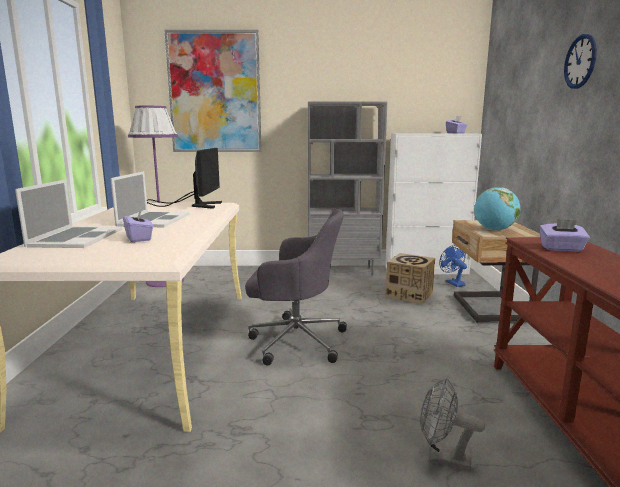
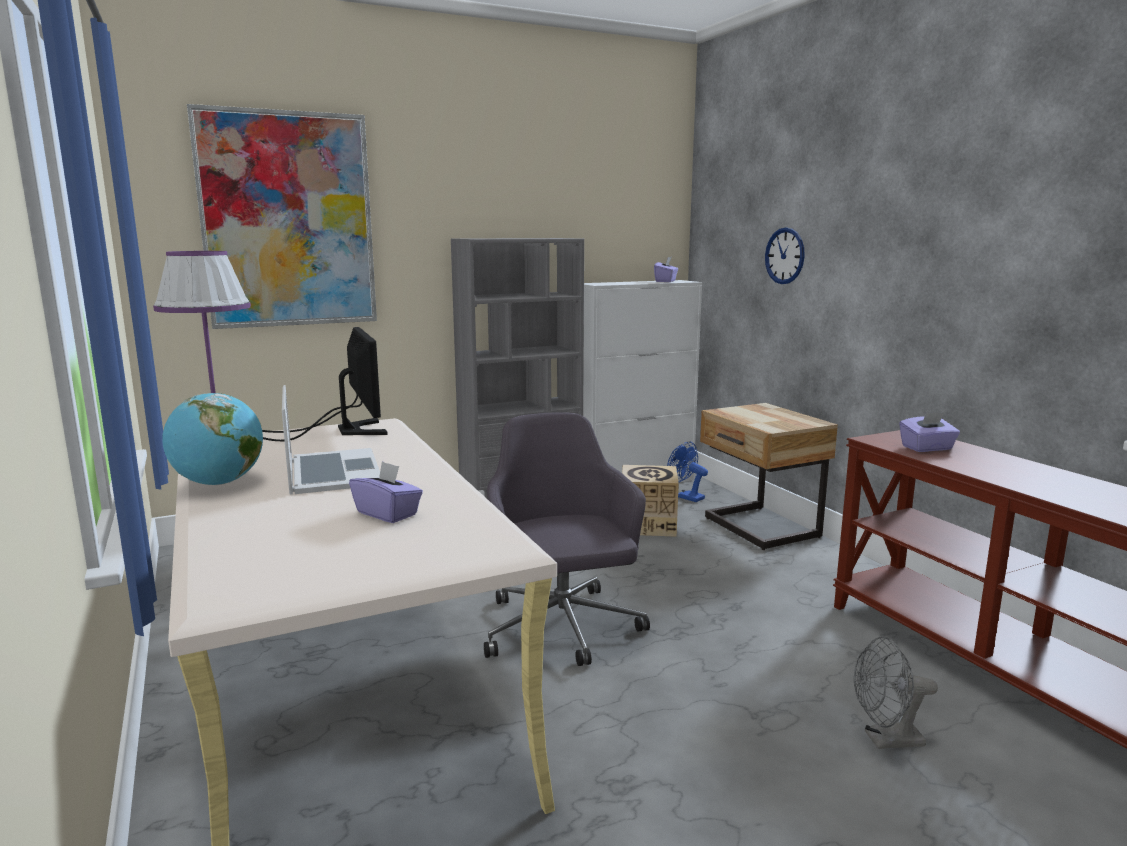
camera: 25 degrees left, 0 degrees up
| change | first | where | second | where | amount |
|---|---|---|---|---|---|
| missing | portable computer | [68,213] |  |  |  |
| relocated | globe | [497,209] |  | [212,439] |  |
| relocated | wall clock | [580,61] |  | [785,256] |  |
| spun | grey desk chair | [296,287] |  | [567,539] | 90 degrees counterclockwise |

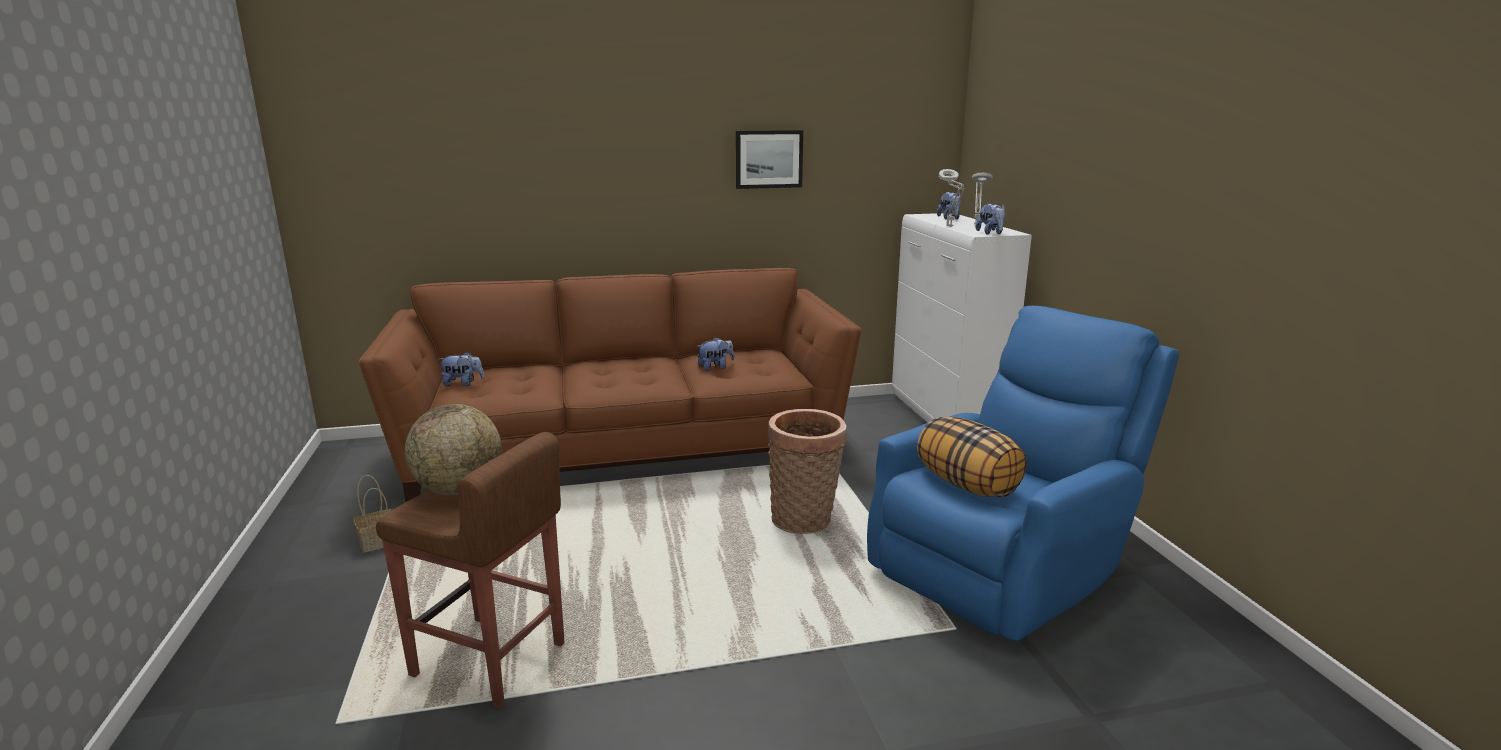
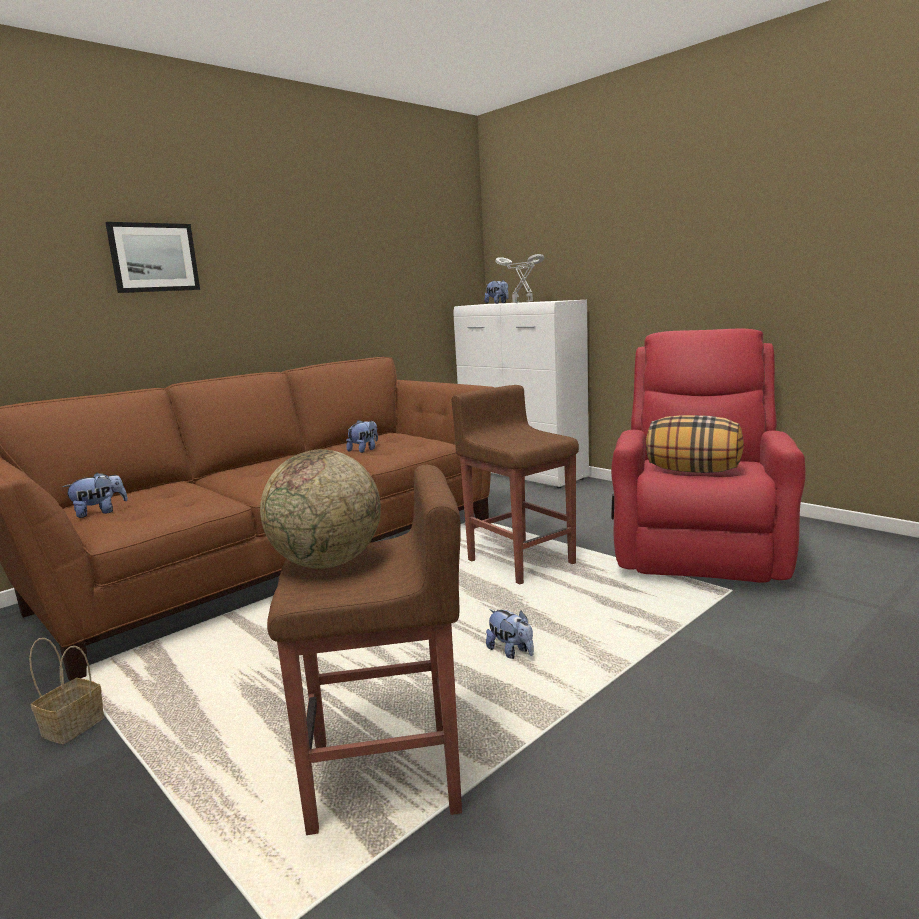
camera: 30 degrees left, 5 degrees down
| change | first | where | second | where | amount |
|---|---|---|---|---|---|
| relocated | picture | [769,159] |  | [152,257] |  |
| relocated | soft toy | [990,219] |  | [510,634] |  |
| exchanged | storage basket | [807,471] | brownish stool seat | [515,484] |  |
| colour | blue-coloured armchair | [1023,473] | red-coloured armchair | [708,456] |  |

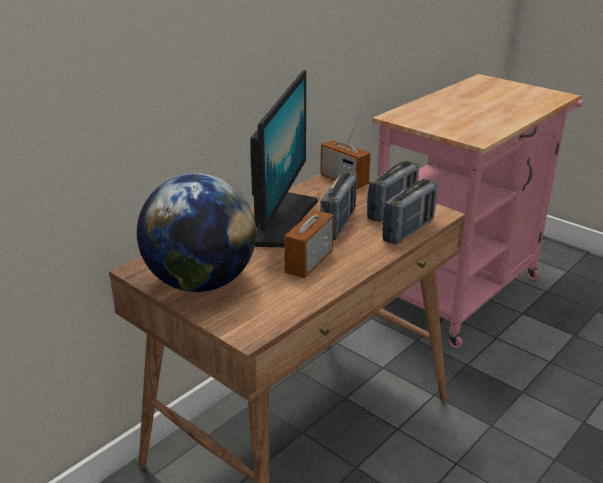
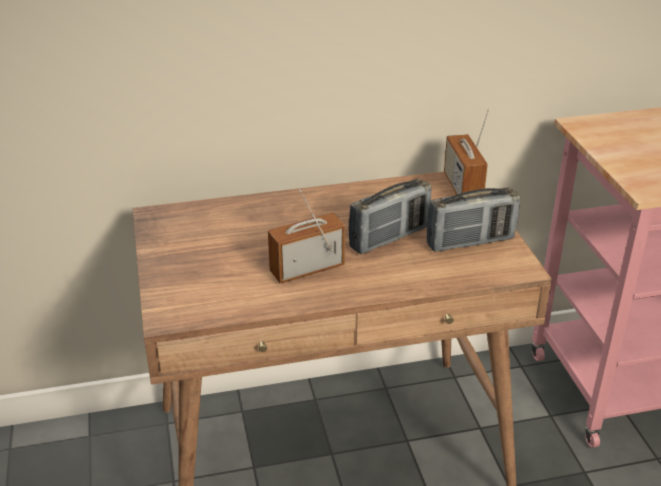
camera: 35 degrees right, 5 degrees up
| change | first | where | second | where | amount |
|---|---|---|---|---|---|
| missing | globe | [196,232] |  |  |  |
| missing | computer screen | [284,158] |  |  |  |
| missing | radio | [410,212] |  |  |  |

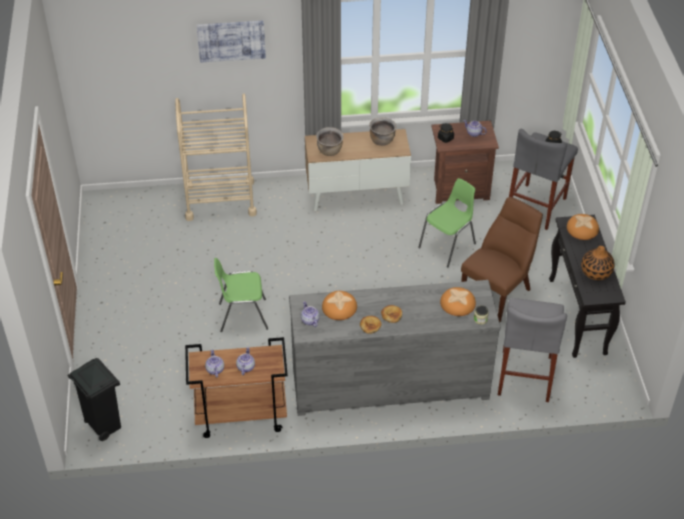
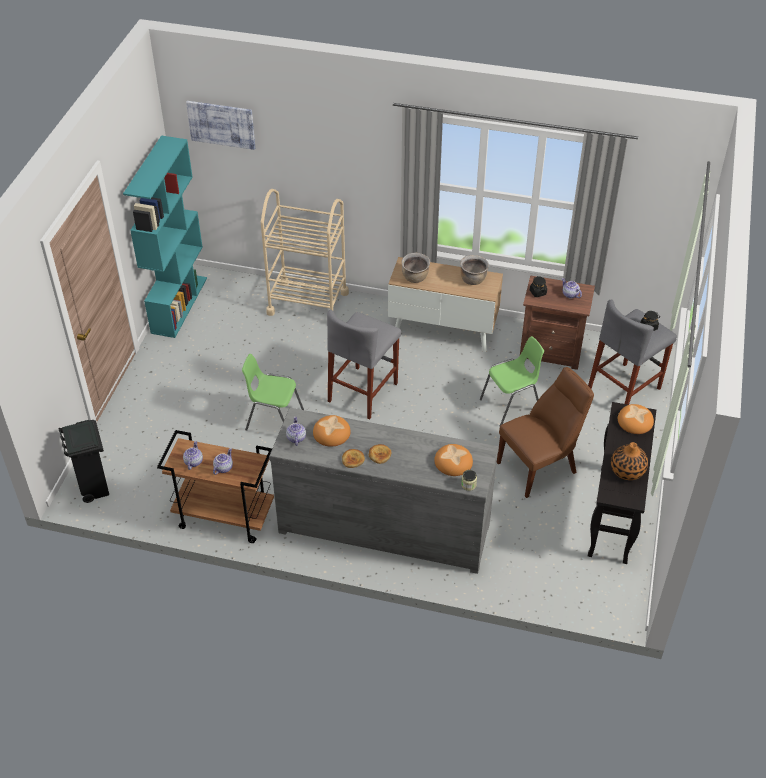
camera: 20 degrees right, 0 degrees up
| change | first | where | second | where | amount |
|---|---|---|---|---|---|
| appeared |  |  | turquoise-coloured bookshelf | [165,237] |  |
| relocated | picture | [231,41] |  | [220,125] |  |
| relocated | grey stool seat | [532,350] |  | [364,365] |  |

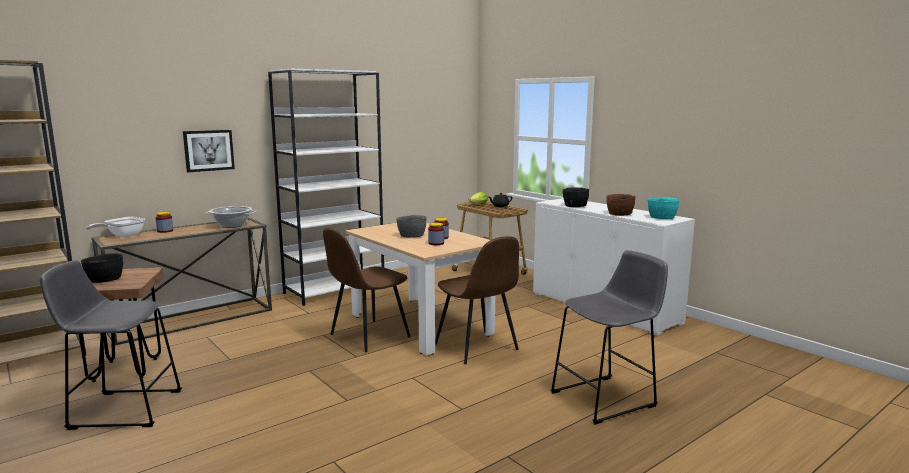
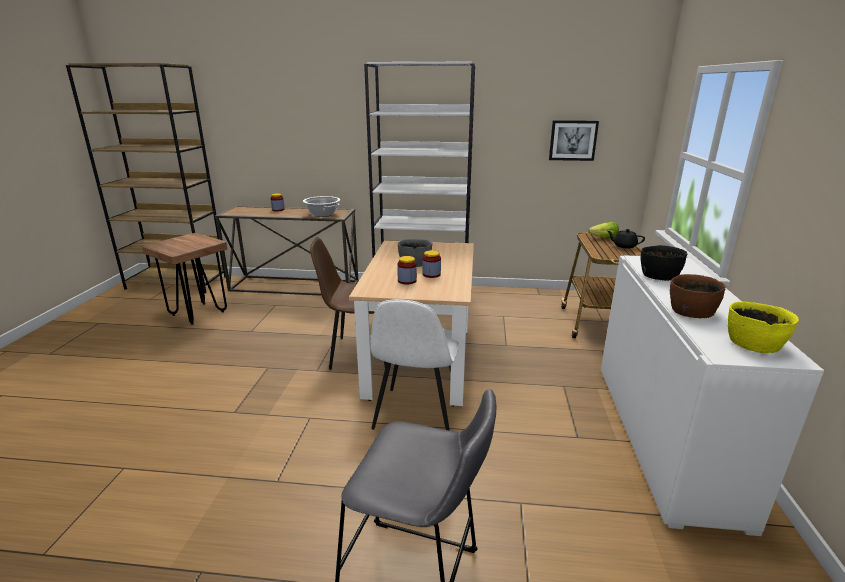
camera: 45 degrees right, 10 degrees up
| change | first | where | second | where | amount |
|---|---|---|---|---|---|
| missing | grey stool seat | [111,345] |  |  |  |
| missing | blackish deep dish | [102,268] |  |  |  |
| missing | pan | [115,227] |  |  |  |
| relocated | picture | [209,151] |  | [574,140] |  |
| colour | brownish upright chair | [477,300] | white-coloured upright chair | [414,365] |  |
| colour | turquoise-coloured deep dish | [663,208] | yellow-coloured deep dish | [763,327] |  |

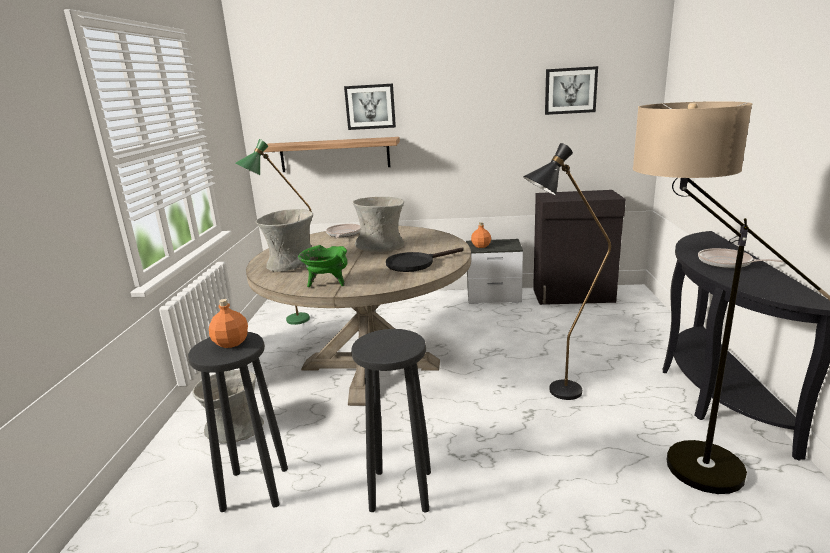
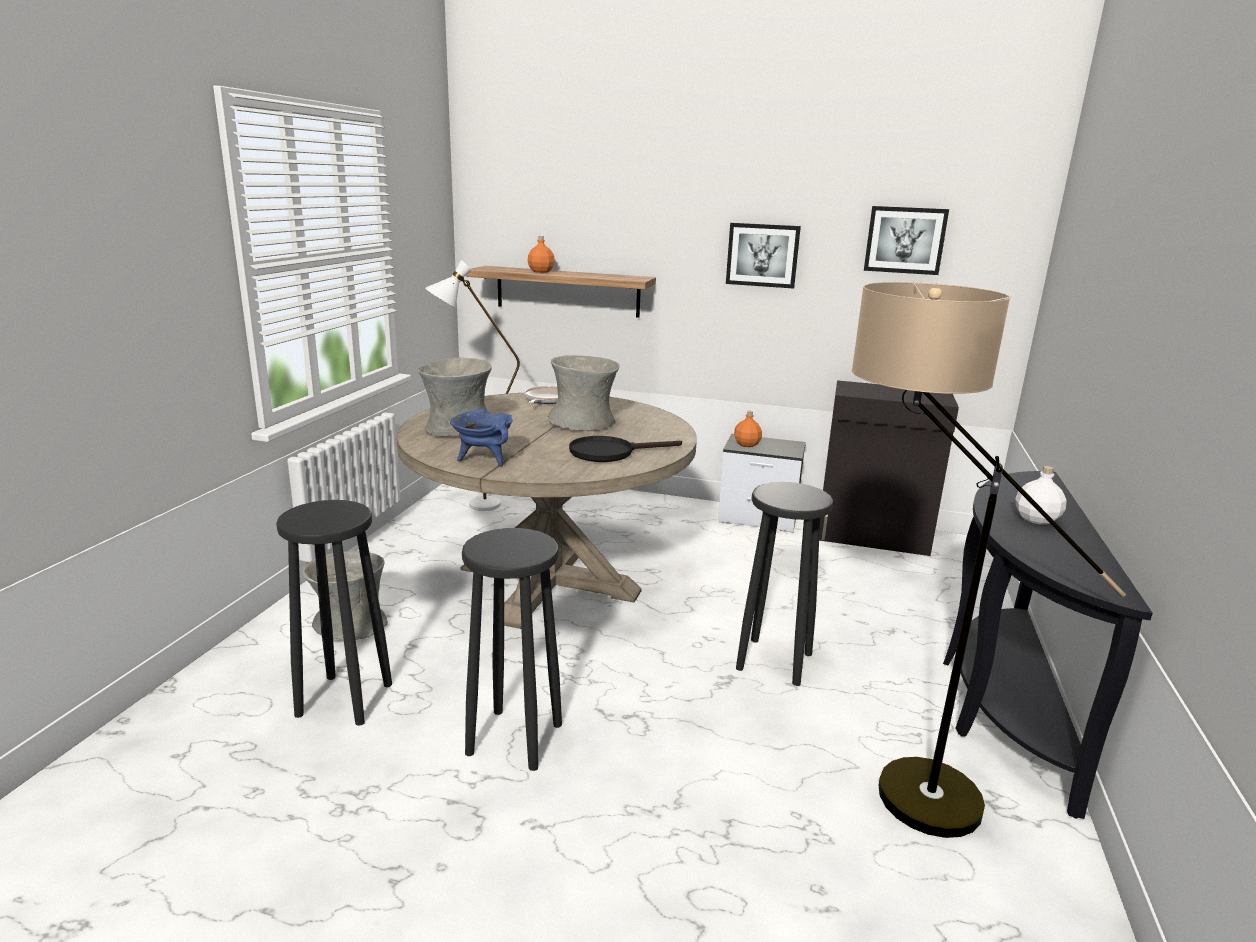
camera: 10 degrees right, 0 degrees up
| change | first | where | second | where | amount |
|---|---|---|---|---|---|
| relocated | orange-coloured bottle | [228,323] |  | [541,254] |  |
| relocated | picture | [370,107] |  | [763,256] |  |
| exchanged | blackish floor lamp | [567,271] | blackish stool seat | [784,584] |  |
| exchanged | pan | [740,258] | white-coloured bottle | [1041,495] |  |
| colour | greenish floor lamp | [273,232] | white-coloured floor lamp | [472,385] |  |
| colour | greenish saucepot | [323,266] | blue-coloured saucepot | [481,438] |  |

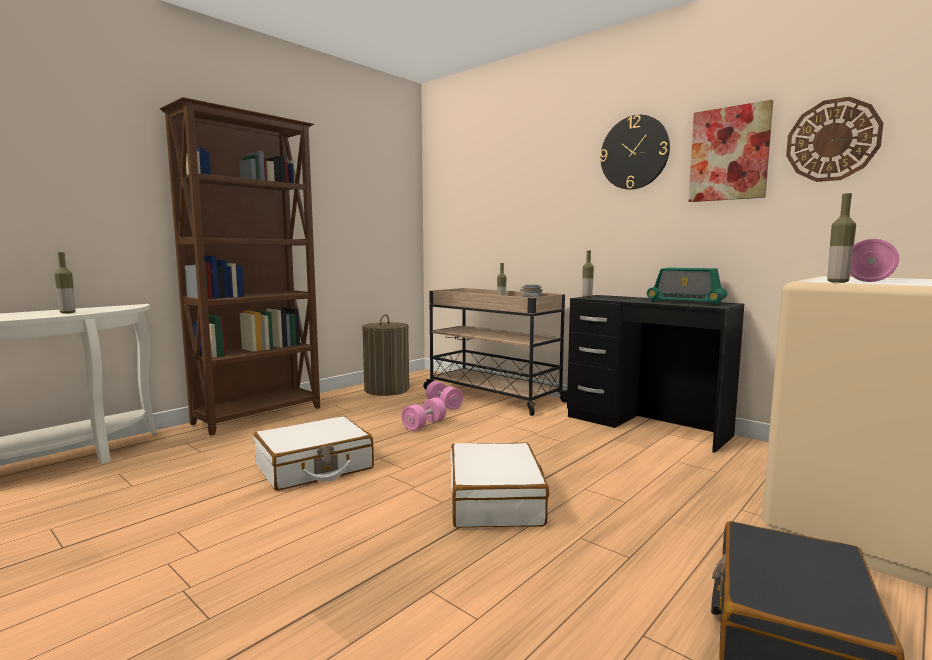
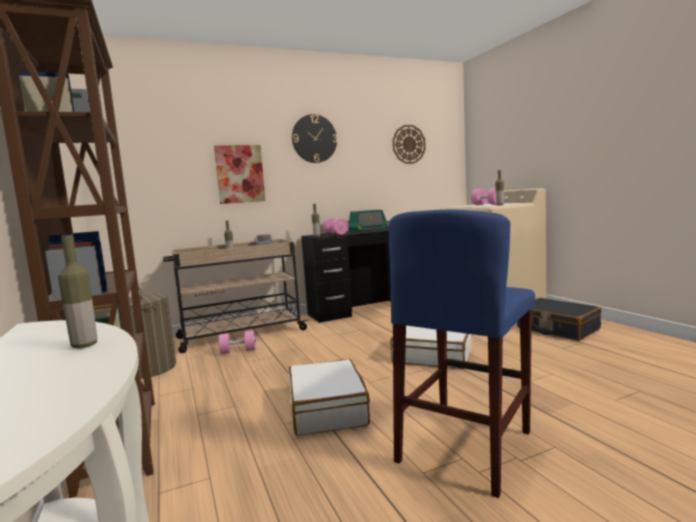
camera: 65 degrees left, 0 degrees up
| change | first | where | second | where | amount |
|---|---|---|---|---|---|
| appeared |  |  | blue-coloured stool seat | [462,353] |  |
| relocated | pink dumbbell | [423,414] |  | [335,226] |  |
| relocated | picture | [730,151] |  | [239,174] |  |

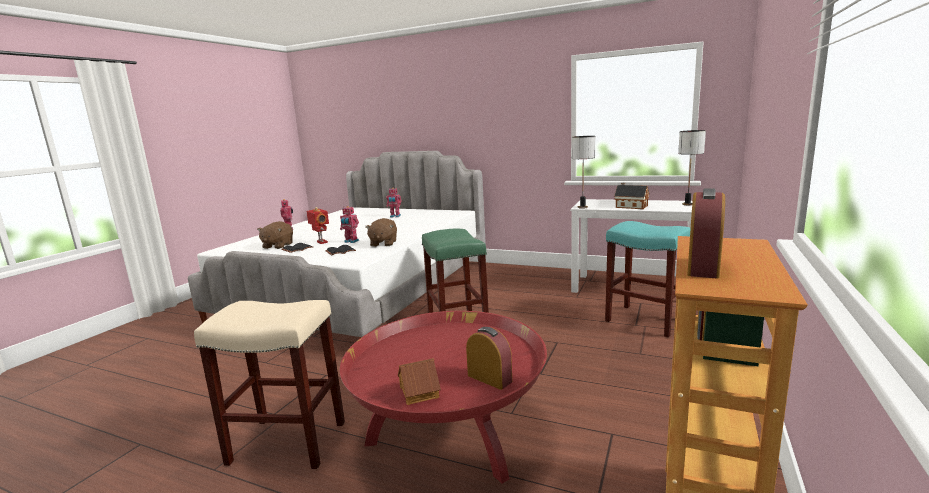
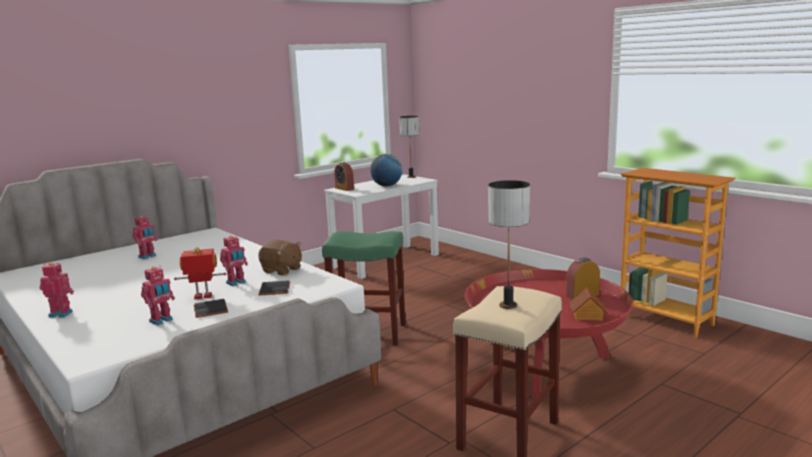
camera: 65 degrees left, 0 degrees up
| change | first | where | second | where | amount |
|---|---|---|---|---|---|
| missing | turquoise-coloured stool seat | [648,279] |  |  |  |
| relocated | table lamp | [583,172] |  | [509,244] |  |
| relocated | alarm clock | [706,233] |  | [344,176] |  |
| exchanged | brownish soft toy | [275,235] | robot figure | [158,296] |  |
| exchanged | model house | [631,195] | globe | [386,170] |  |

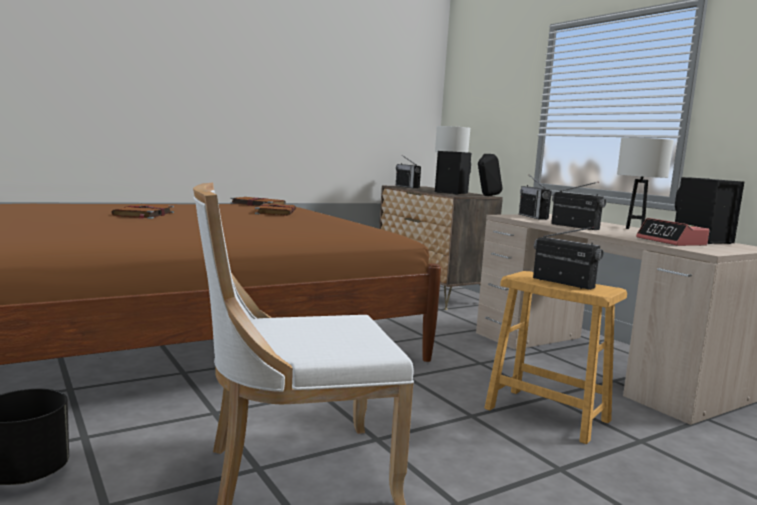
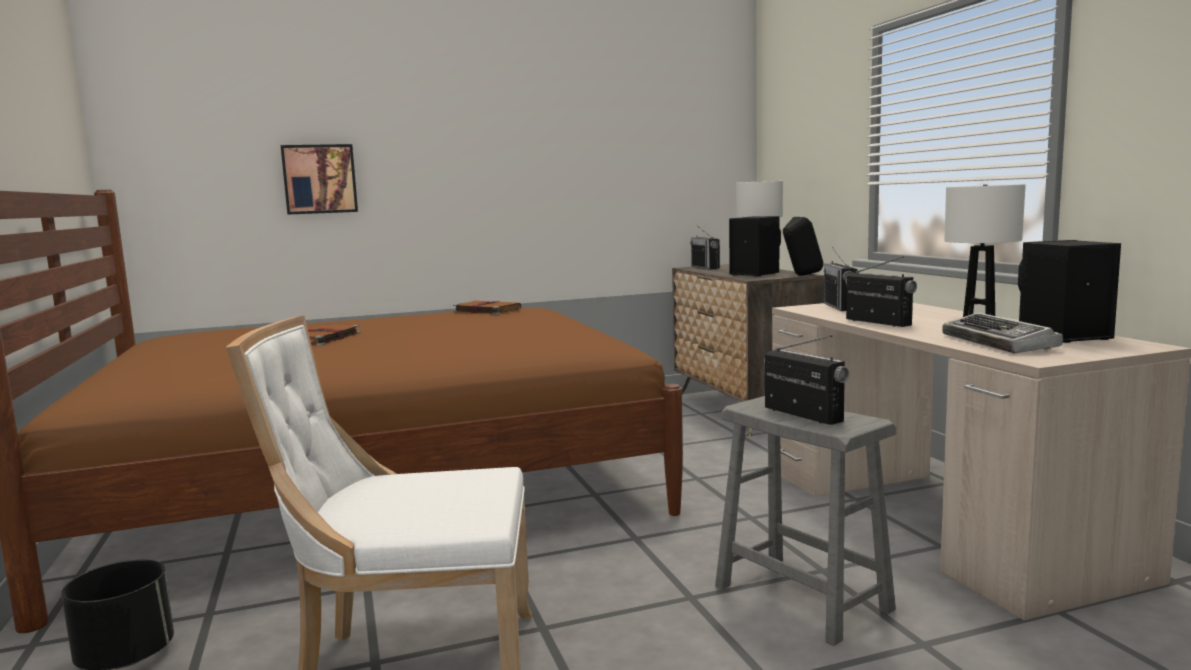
camera: 15 degrees right, 0 degrees up
| change | first | where | second | where | amount |
|---|---|---|---|---|---|
| missing | brownish book | [275,209] |  |  |  |
| appeared |  |  | picture | [319,179] |  |
| exchanged | alarm clock | [673,232] | PC keyboard | [1003,333] |  |
| colour | brownish stool seat | [555,357] | grey stool seat | [806,521] |  |

